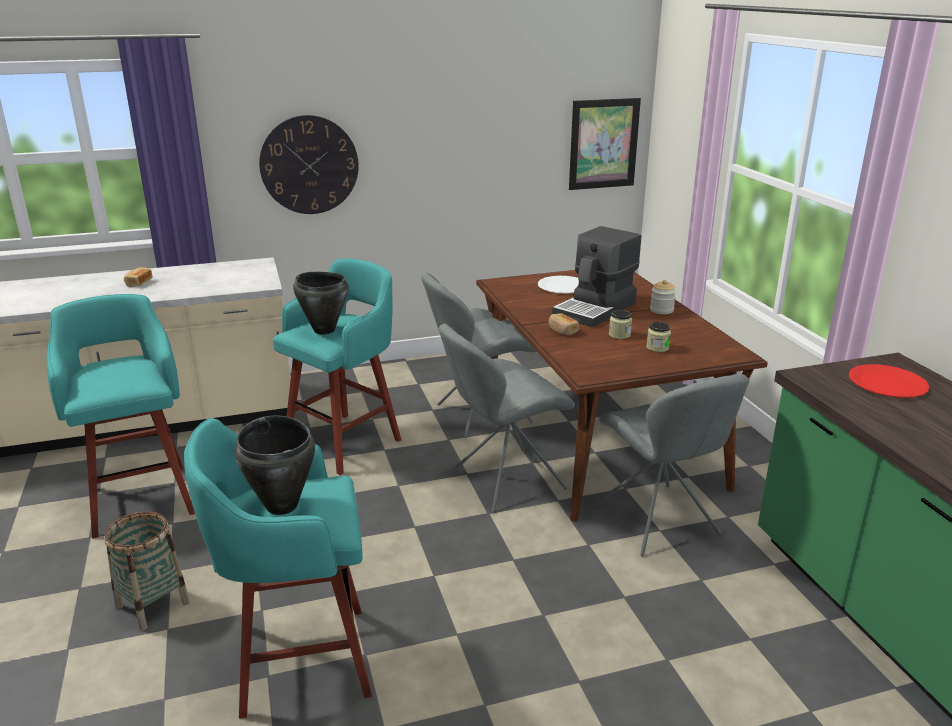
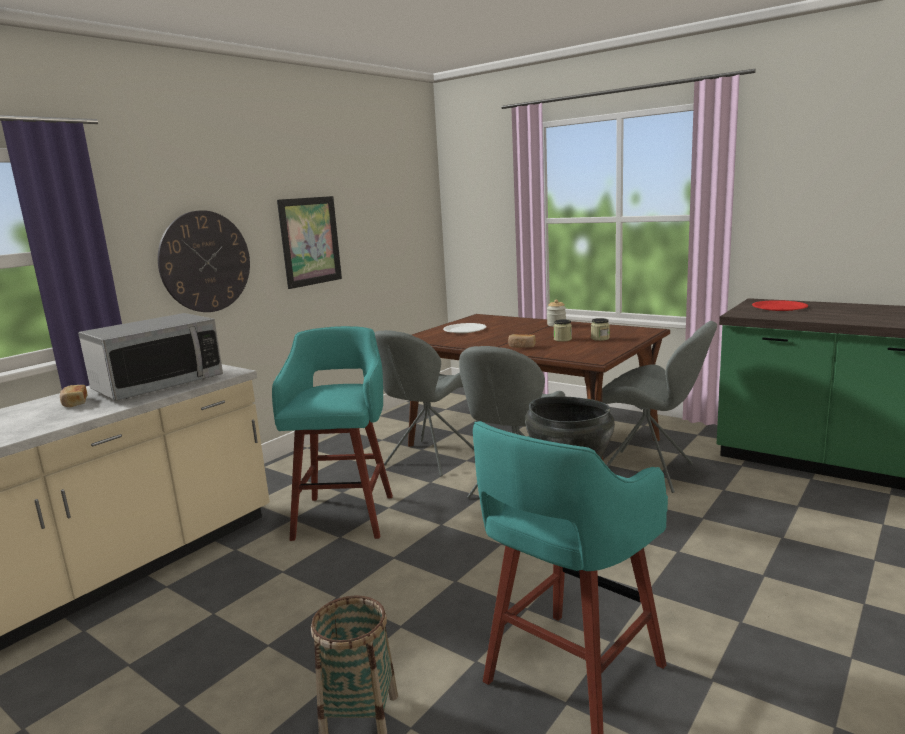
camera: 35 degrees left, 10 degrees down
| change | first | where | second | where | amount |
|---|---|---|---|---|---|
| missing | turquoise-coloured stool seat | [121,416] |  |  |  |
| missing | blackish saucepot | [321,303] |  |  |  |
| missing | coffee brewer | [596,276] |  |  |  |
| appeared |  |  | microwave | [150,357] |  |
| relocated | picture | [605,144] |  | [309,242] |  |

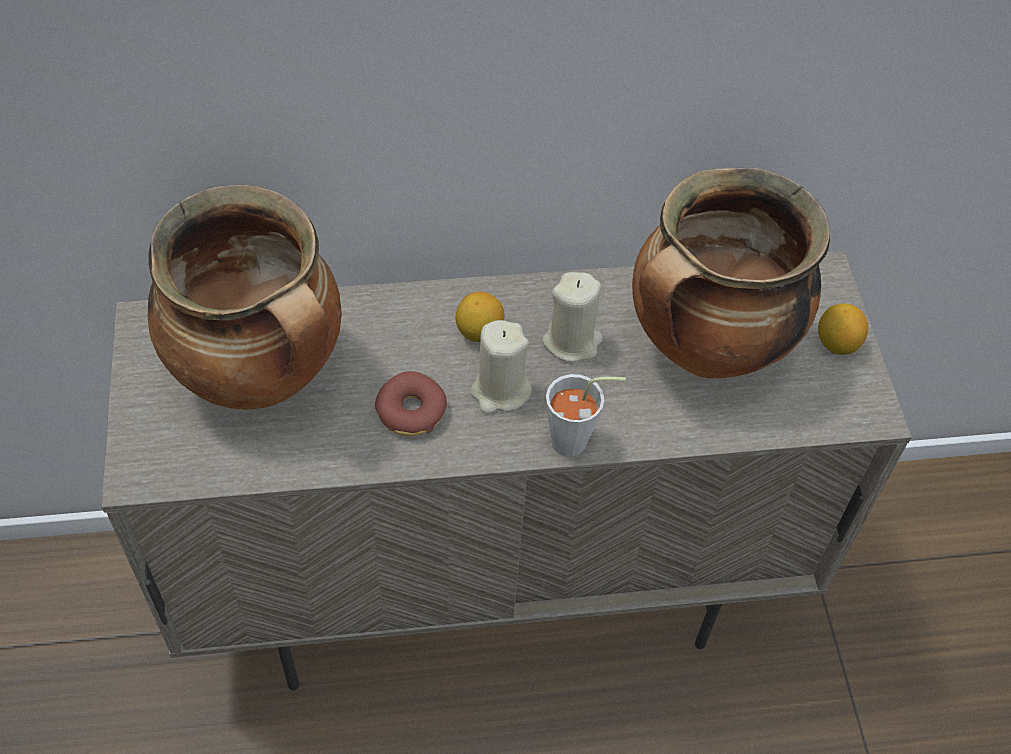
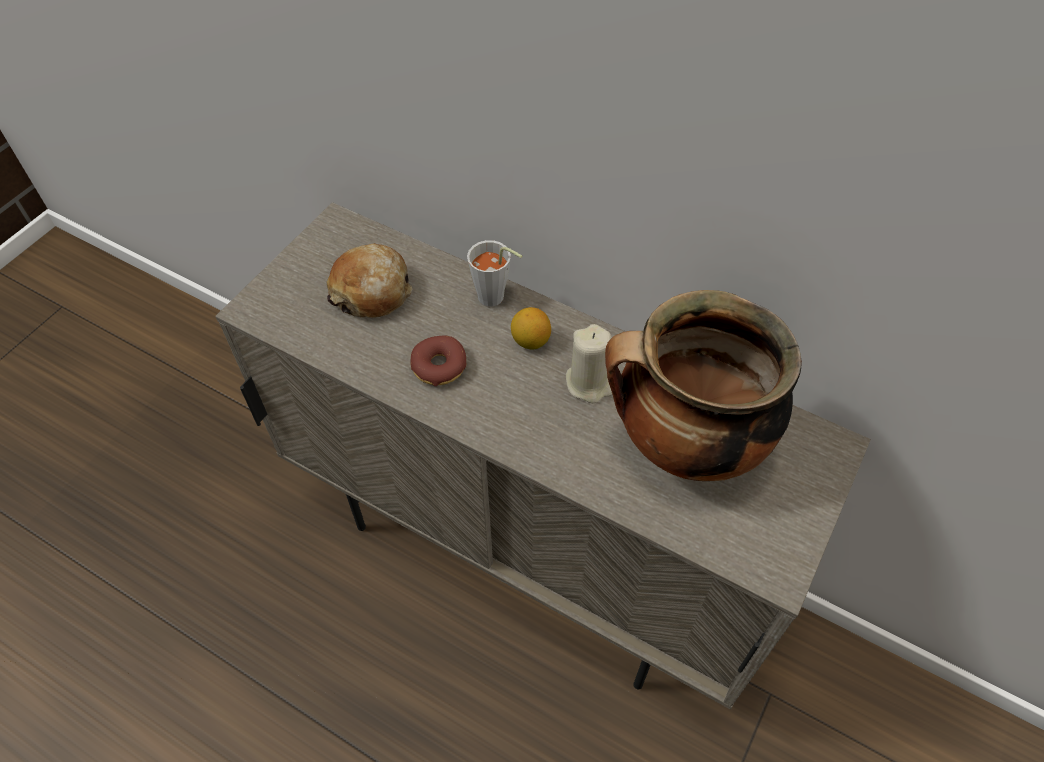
camera: 40 degrees right, 0 degrees up
| change | first | where | second | where | amount |
|---|---|---|---|---|---|
| missing | sand-coloured wax candle | [501,367] |  |  |  |
| missing | whole lemon | [843,329] |  |  |  |
| relocated | grey cup | [586,415] |  | [494,273] |  |
| exchanged | saucepot | [245,297] | bakery bread | [369,280] |  |

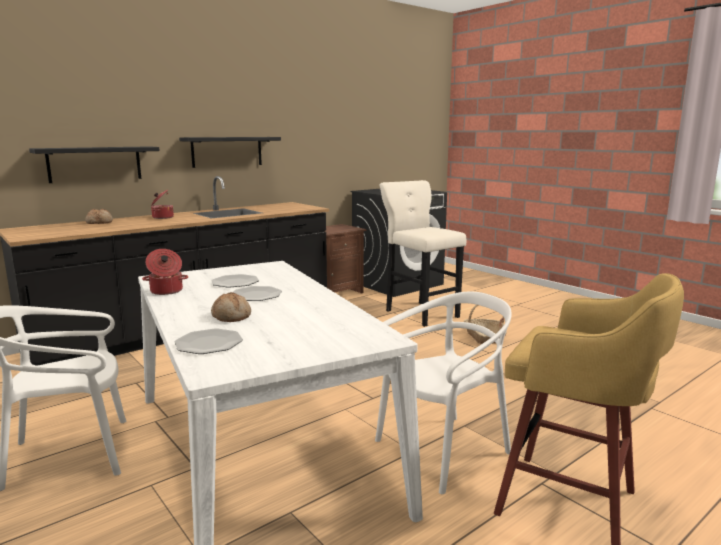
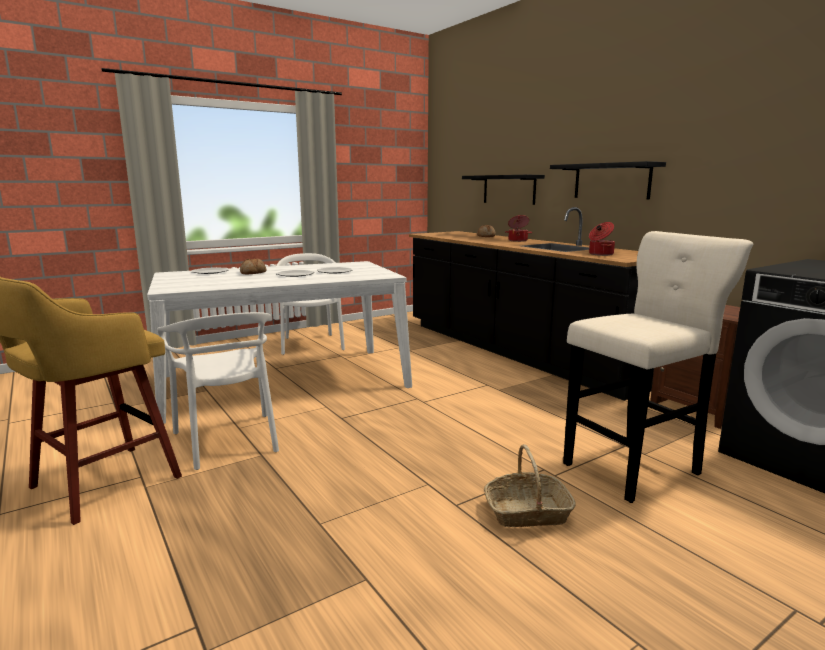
camera: 95 degrees right, 0 degrees up
| change | first | where | second | where | amount |
|---|---|---|---|---|---|
| relocated | saucepot | [165,272] |  | [602,239] |  |

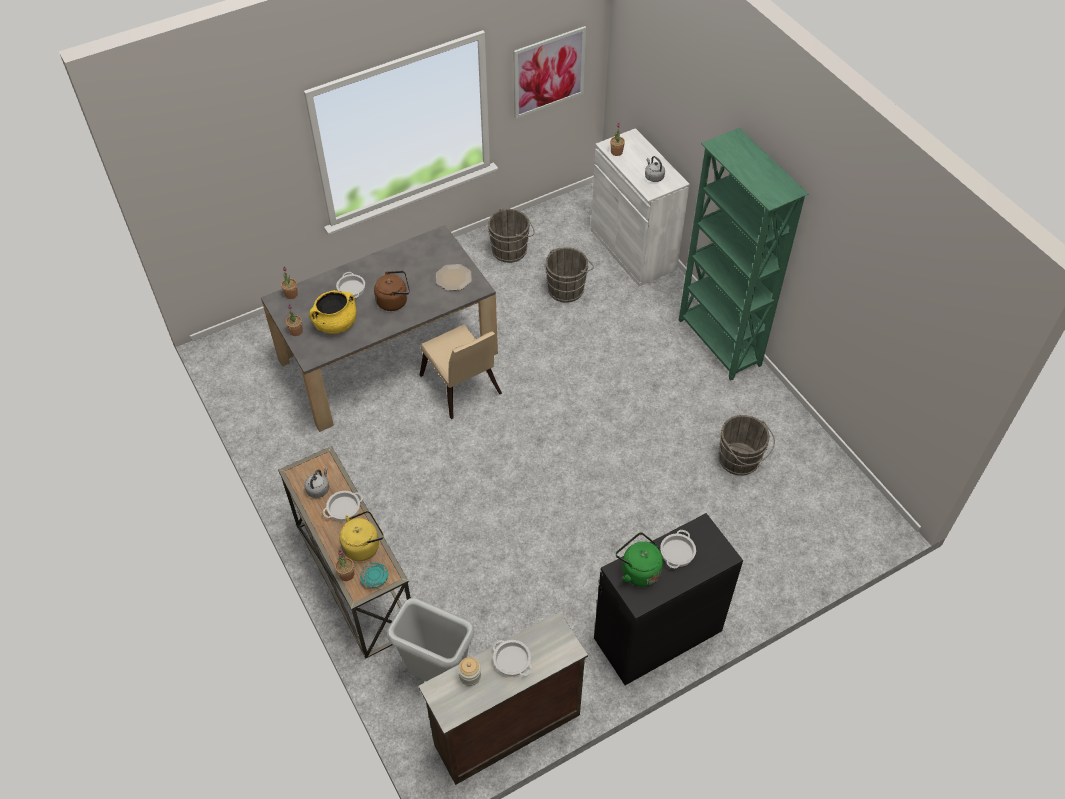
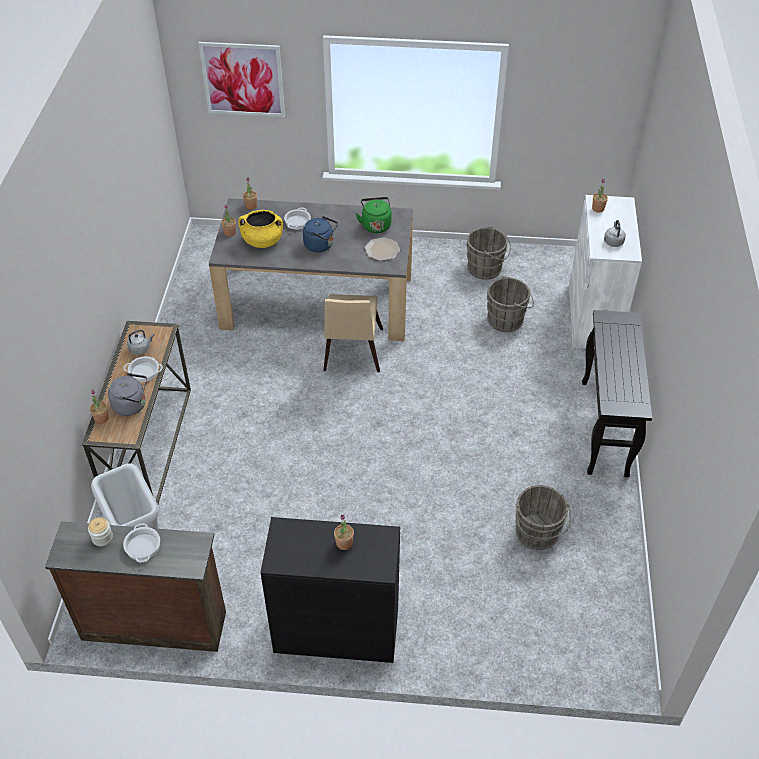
camera: 35 degrees right, 5 degrees down
| change | first | where | second | where | amount |
|---|---|---|---|---|---|
| missing | turquoise-coloured plate | [374,575] |  |  |  |
| relocated | picture | [550,72] |  | [241,79] |  |
| relocated | greenish water kettle | [639,559] |  | [374,215] |  |
| exchanged | saucepot | [678,549] | potted plant | [344,532] |  |
| exchanged | greenish bookshelf | [744,254] | blackish hall table | [617,393] |  |
| colour | yellow-coloured water kettle | [361,536] | grey water kettle | [127,394] |  |
| colour | brownish water kettle | [392,291] | blue-coloured water kettle | [320,234] |  |

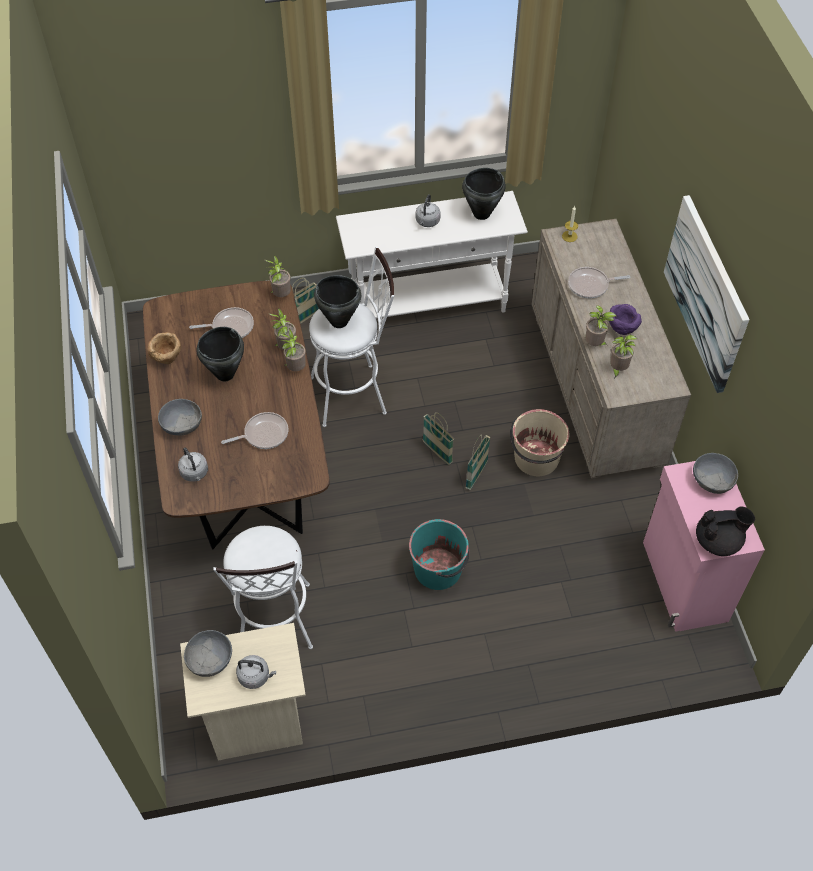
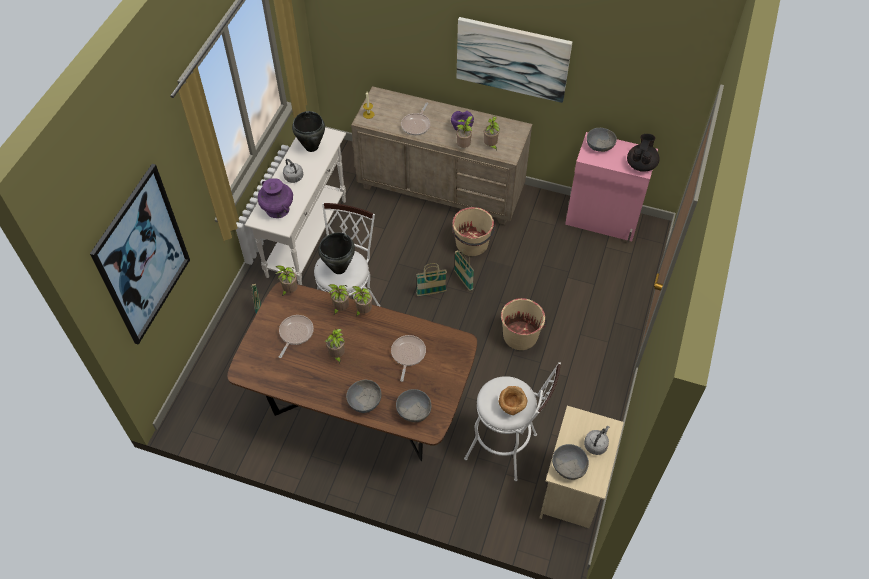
camera: 60 degrees left, 0 degrees up
| change | first | where | second | where | amount |
|---|---|---|---|---|---|
| appeared |  |  | picture | [140,254] |  |
| appeared |  |  | purple vase | [275,198] |  |
| relocated | brownish deep dish | [164,348] |  | [513,400] |  |
| exchanged | grey water kettle | [193,464] | grey deep dish | [413,405] |  |
| exchanged | blackish saucepot | [220,354] | potted plant | [335,346] |  |
| colour | turquoise-coloured water bucket | [439,554] | sand-coloured water bucket | [524,324] |  |

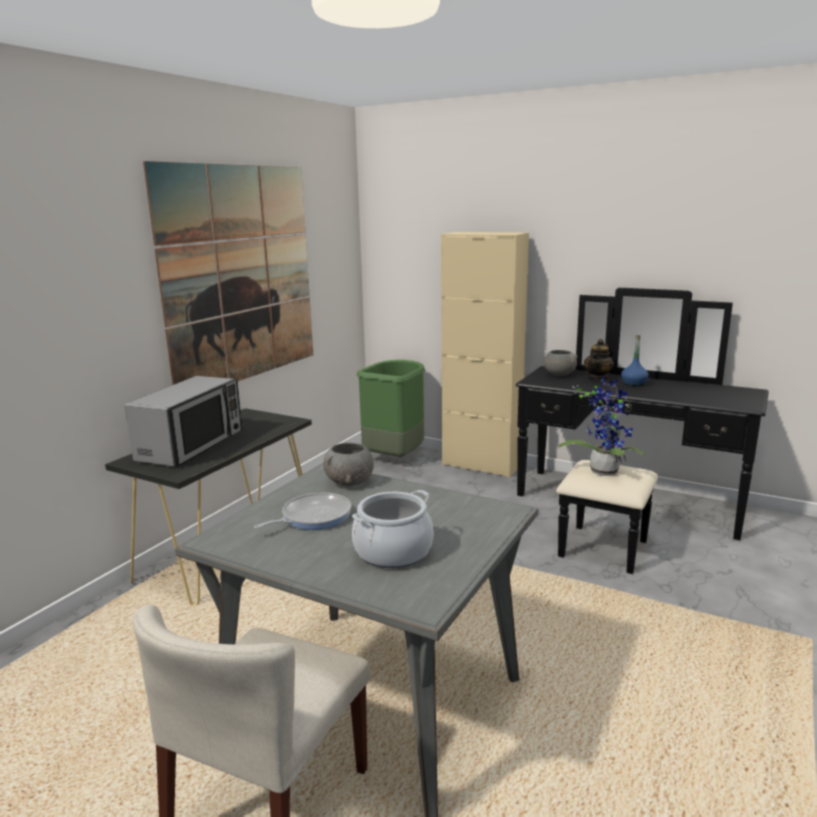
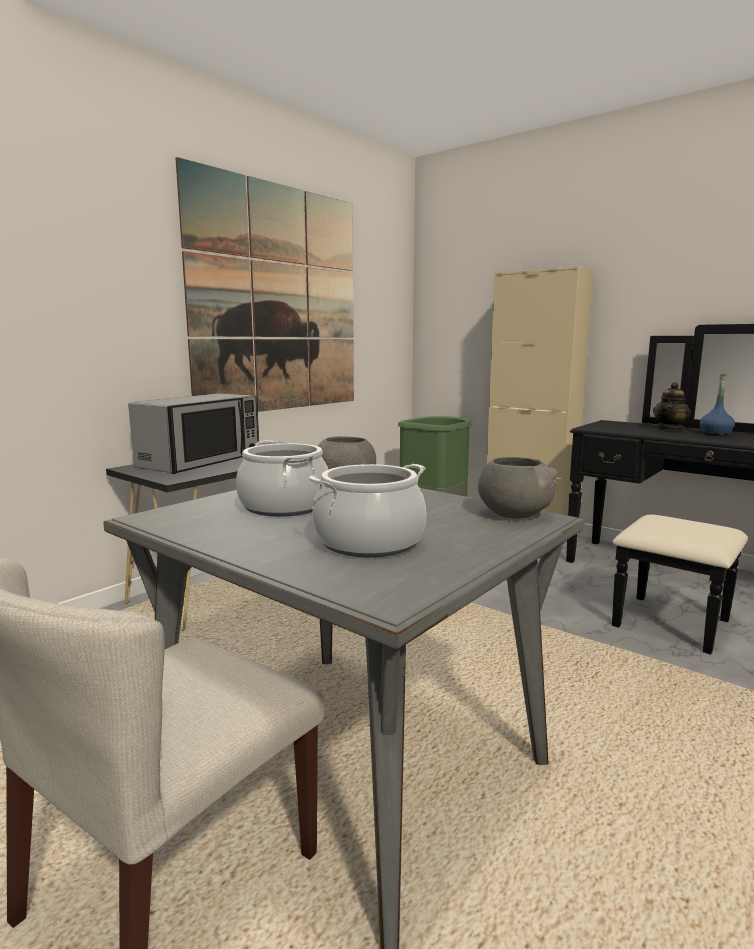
camera: 10 degrees right, 5 degrees down
| change | first | where | second | where | amount |
|---|---|---|---|---|---|
| missing | potted plant | [602,426] |  |  |  |
| relocated | grey deep dish | [561,363] |  | [517,488] |  |
| exchanged | pan | [303,511] | saucepot | [282,478] |  |

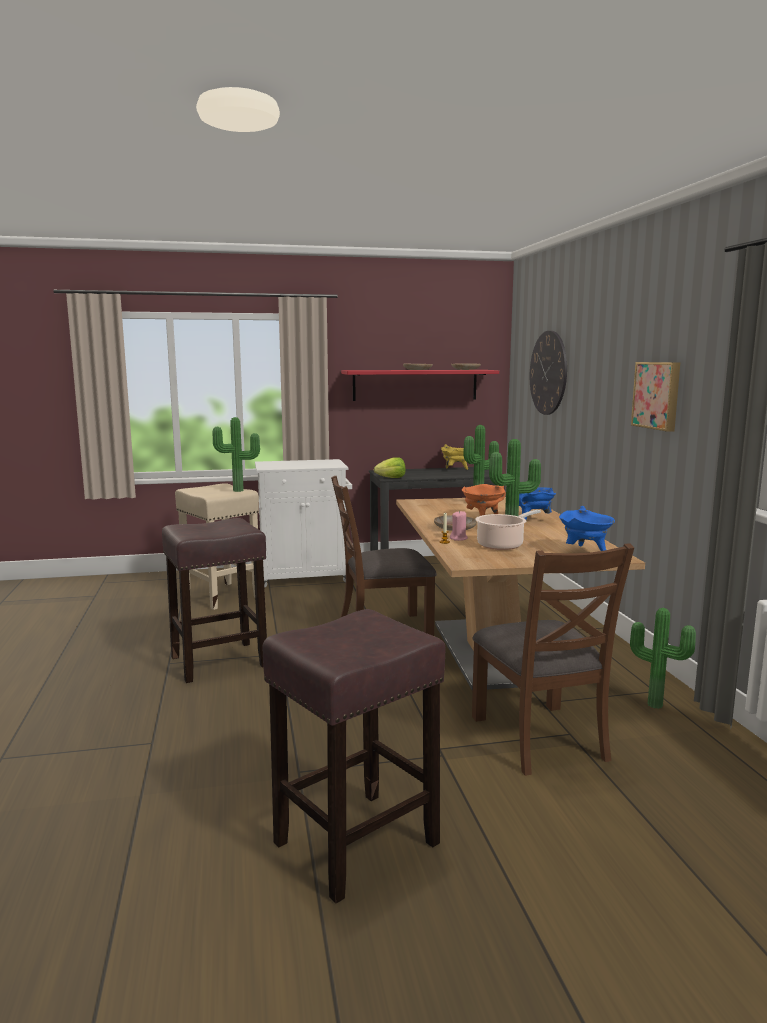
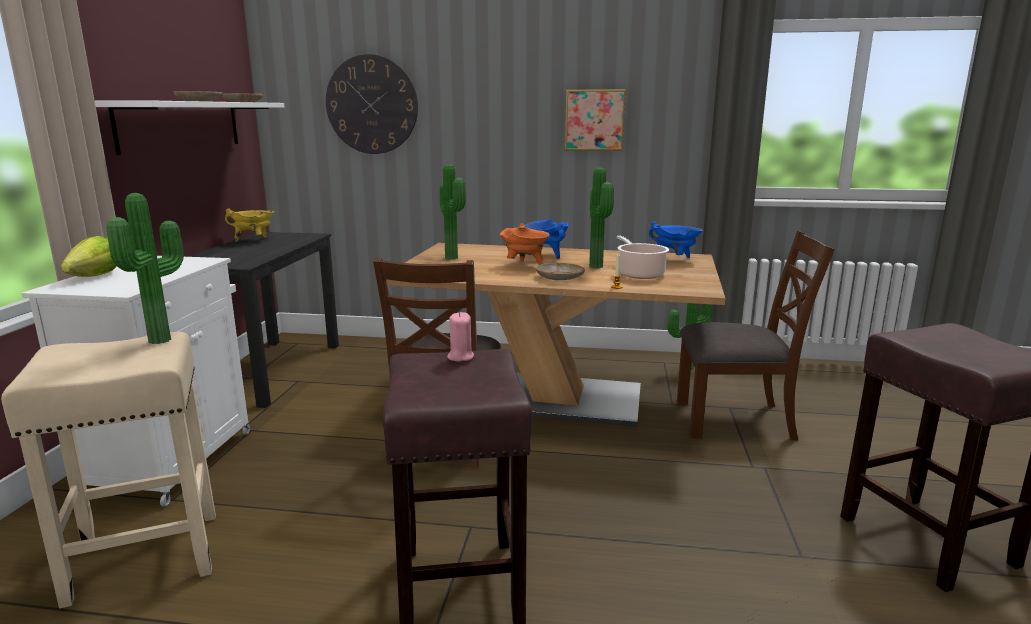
camera: 70 degrees left, 5 degrees up
| change | first | where | second | where | amount |
|---|---|---|---|---|---|
| relocated | lettuce head | [390,467] |  | [88,256] |  |
| relocated | pink wax candle | [459,525] |  | [460,337] |  |
| colour | red-coloured shelf | [420,385] | white-coloured shelf | [190,128] |  |

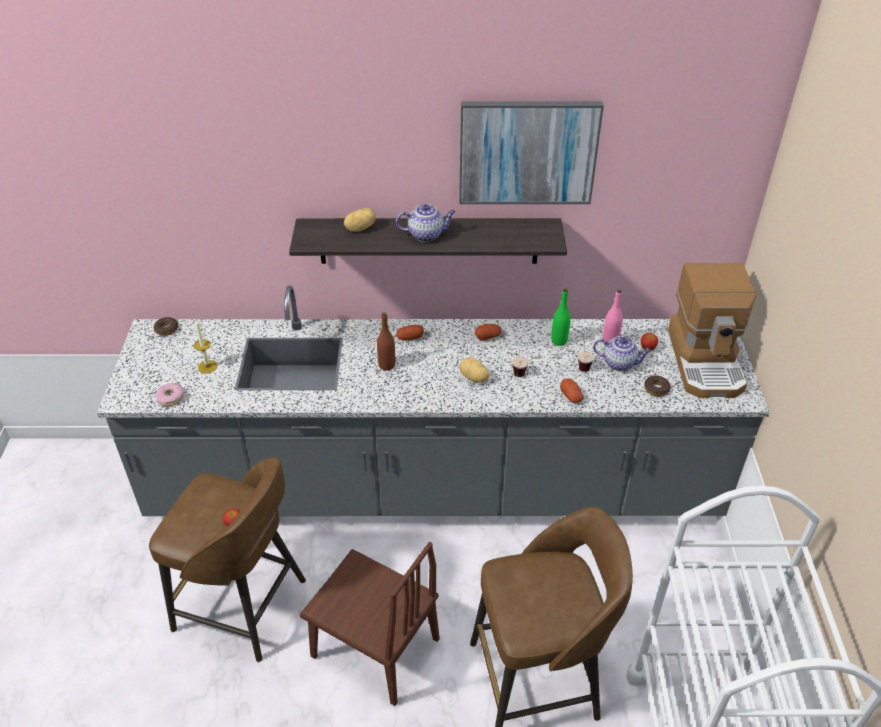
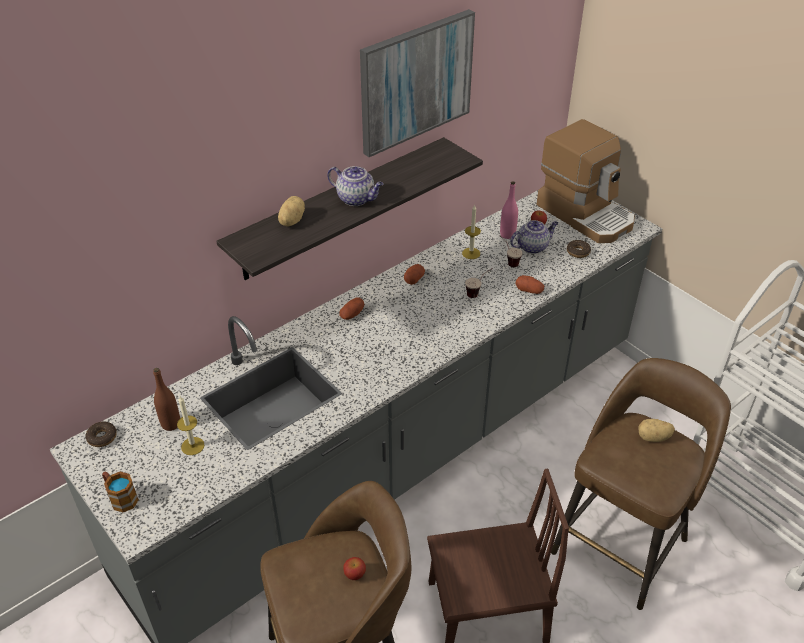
camera: 40 degrees left, 0 degrees up
| change | first | where | second | where | amount |
|---|---|---|---|---|---|
| missing | doughnut | [169,394] |  |  |  |
| appeared |  |  | mug | [120,491] |  |
| relocated | brownish bottle | [386,341] |  | [166,399] |  |
| relocated | potato | [475,370] |  | [656,430] |  |
| exchanged | greenish bottle | [561,317] | wax candle | [471,231] |  |
| spun | teapot | [426,223] |  | [355,186] | 75 degrees clockwise |

